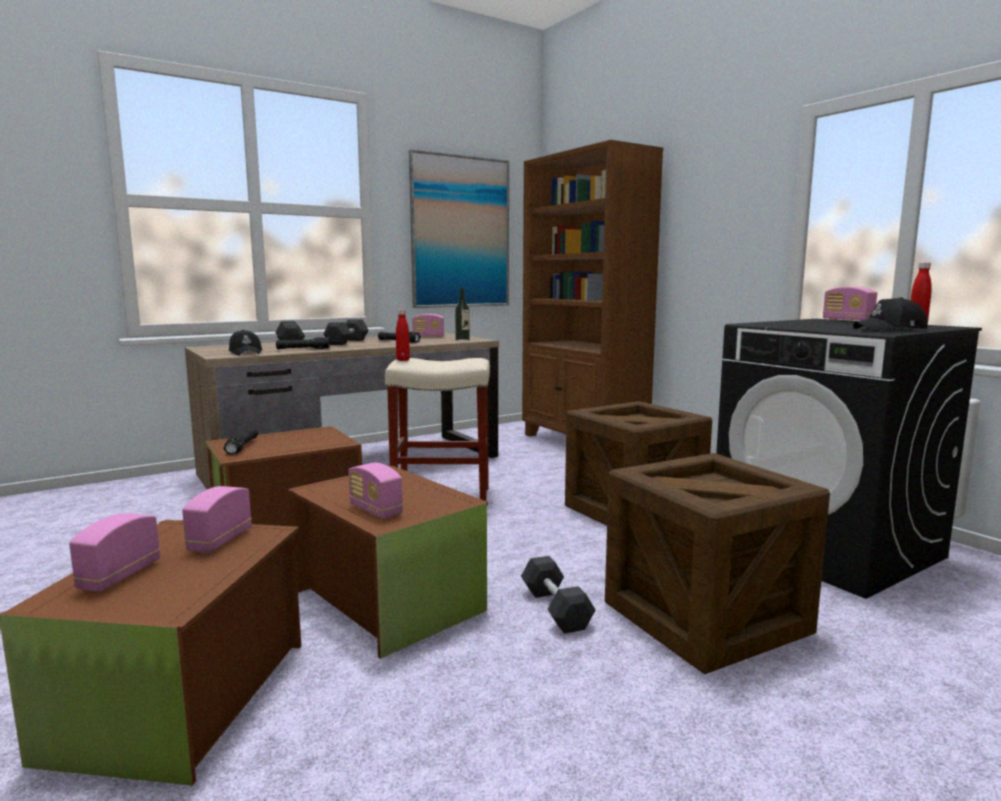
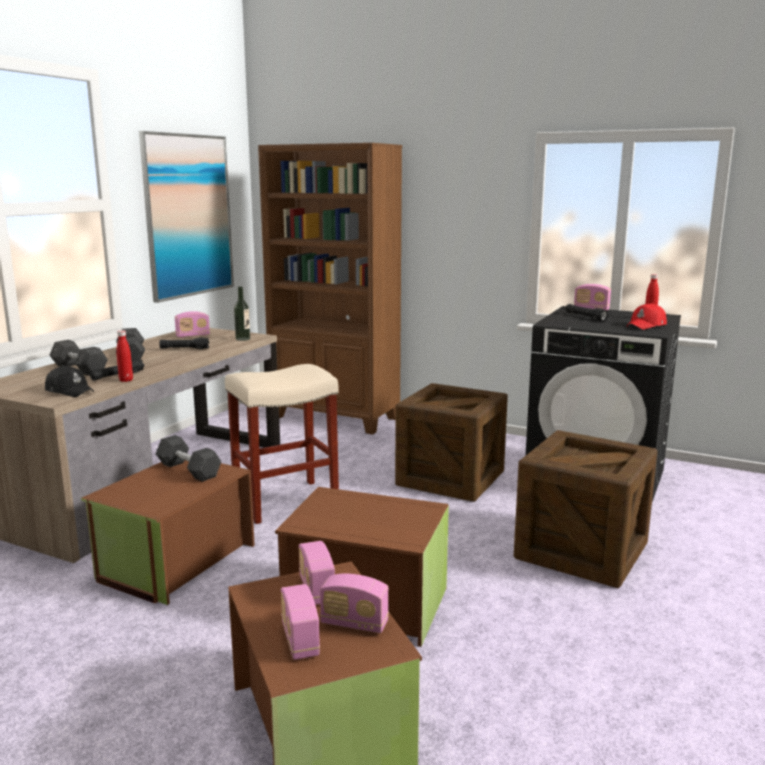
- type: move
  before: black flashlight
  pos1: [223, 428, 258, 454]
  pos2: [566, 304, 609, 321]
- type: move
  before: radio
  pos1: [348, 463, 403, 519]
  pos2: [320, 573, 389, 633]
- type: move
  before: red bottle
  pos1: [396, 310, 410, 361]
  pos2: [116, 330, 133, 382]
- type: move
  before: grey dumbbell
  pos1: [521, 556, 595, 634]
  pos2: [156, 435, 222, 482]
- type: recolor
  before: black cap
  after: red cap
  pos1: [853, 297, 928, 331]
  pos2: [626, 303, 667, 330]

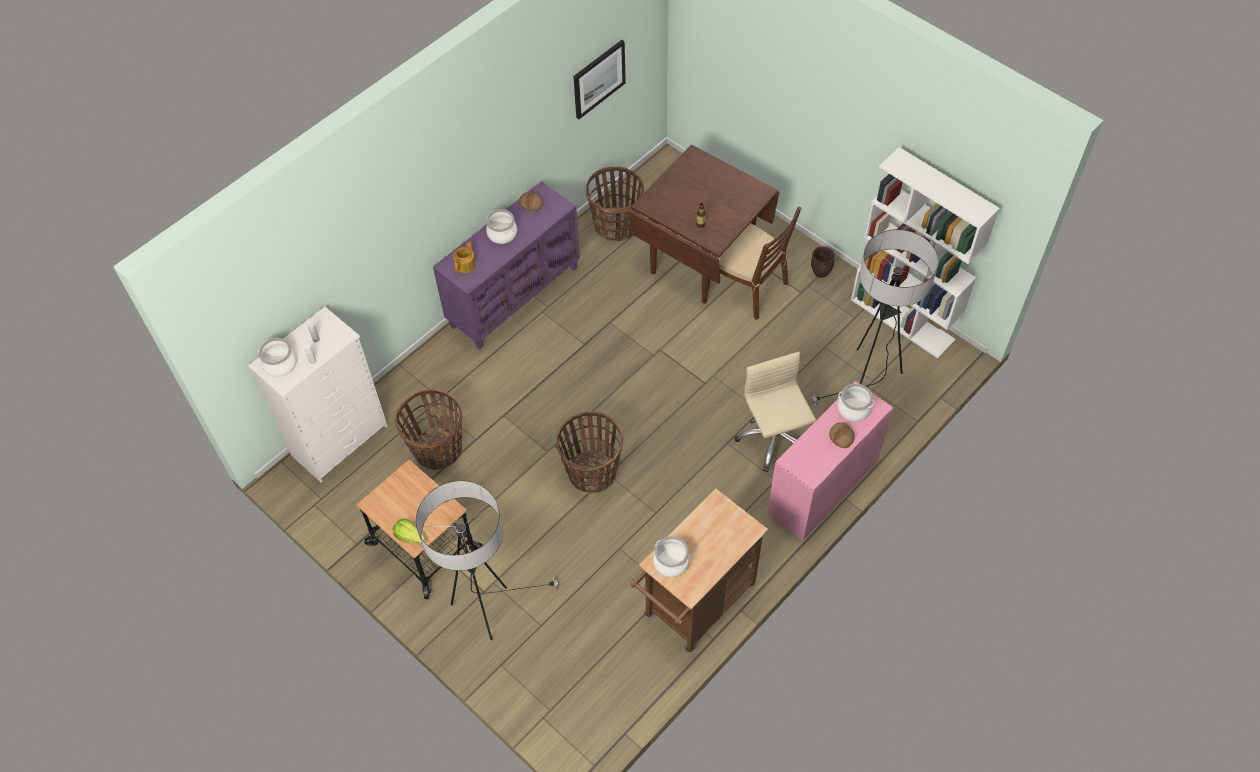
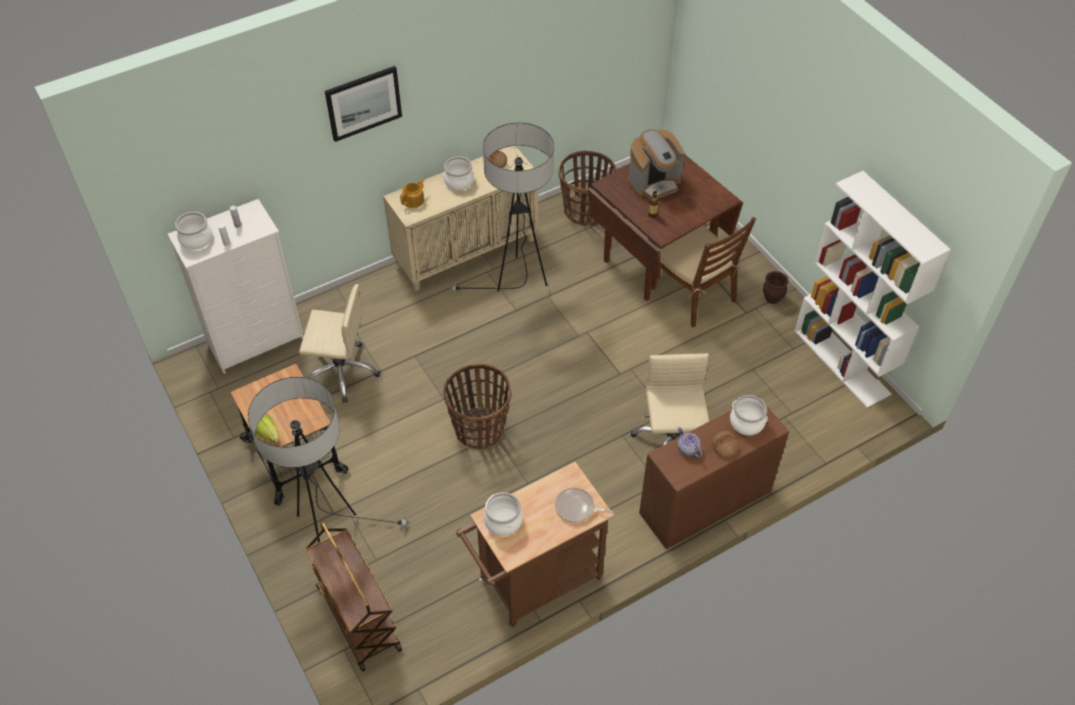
- type: insert
  after: brown cart
  pos2: [306, 521, 402, 671]
- type: insert
  after: frying pan
  pos2: [555, 488, 614, 522]
- type: insert
  after: coffee machine
  pos2: [628, 129, 685, 199]
- type: insert
  after: teapot
  pos2: [678, 427, 702, 458]
- type: move
  before: picture
  pos1: [574, 40, 626, 119]
  pos2: [325, 66, 402, 142]
- type: move
  before: floor lamp
  pos1: [808, 229, 938, 406]
  pos2: [449, 123, 554, 295]
- type: replace
  before: basket
  after: beige office chair
  pos1: [395, 389, 463, 470]
  pos2: [299, 284, 380, 403]
- type: recolor
  before: purple cabinet
  after: beige cabinet
  pos1: [433, 181, 580, 350]
  pos2: [383, 146, 538, 292]
- type: recolor
  before: pink desk
  after: brown desk
  pos1: [767, 381, 893, 541]
  pos2: [639, 396, 789, 549]

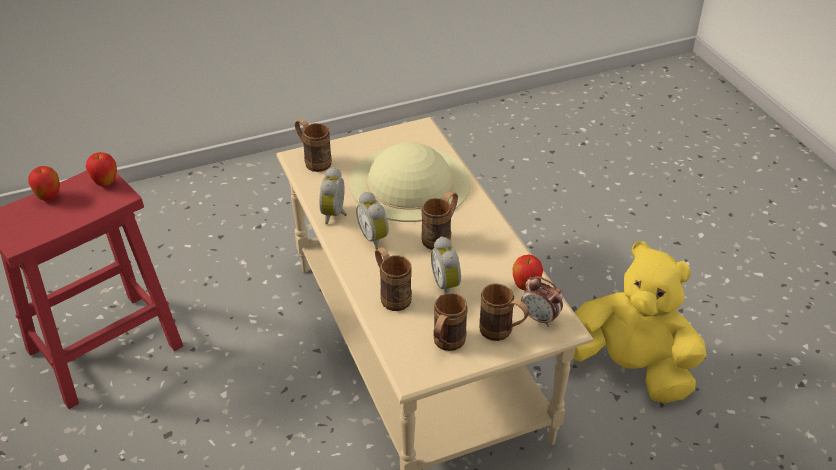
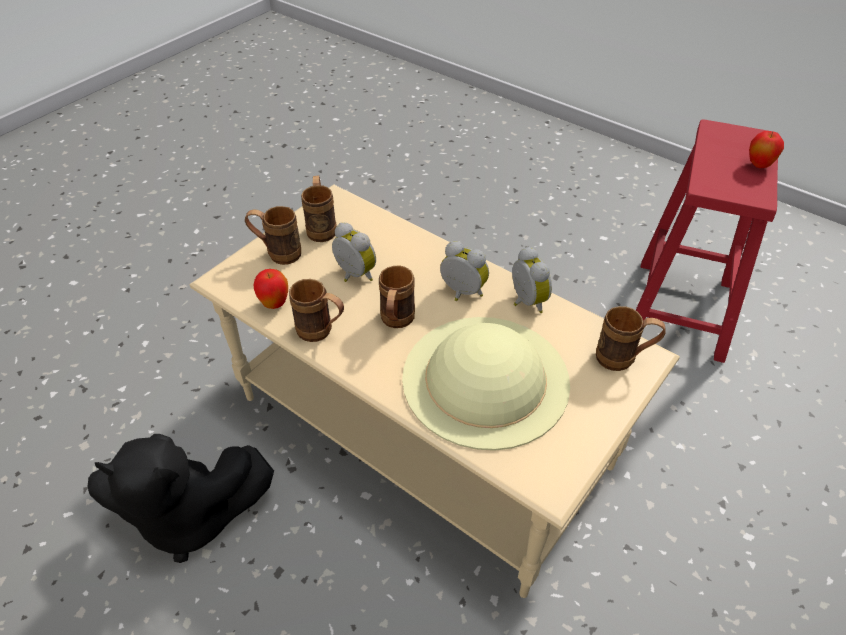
- type: delete
  before: apple
  pos1: [85, 152, 117, 187]
- type: delete
  before: alarm clock
  pos1: [521, 276, 563, 327]
- type: move
  before: brown mug
  pos1: [375, 247, 412, 311]
  pos2: [289, 279, 344, 342]
- type: recolor
  before: yellow plush toy
  after: black plush toy
  pos1: [573, 241, 706, 403]
  pos2: [88, 434, 274, 563]

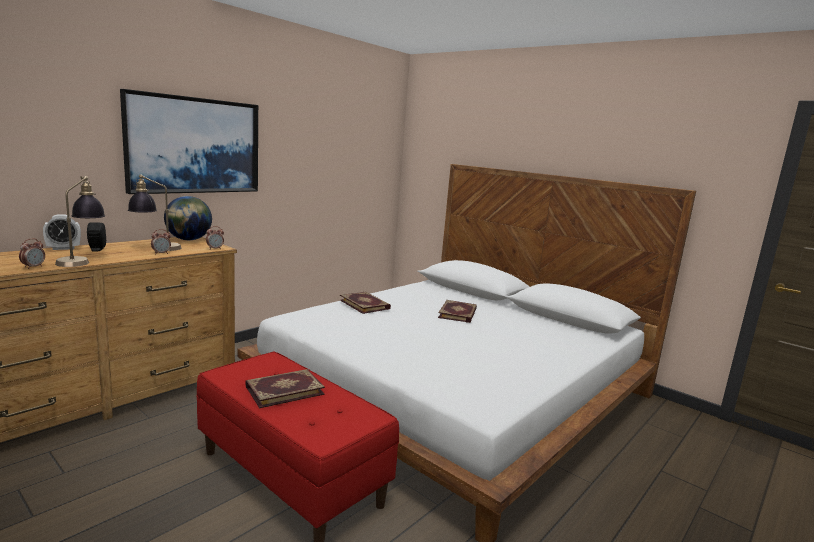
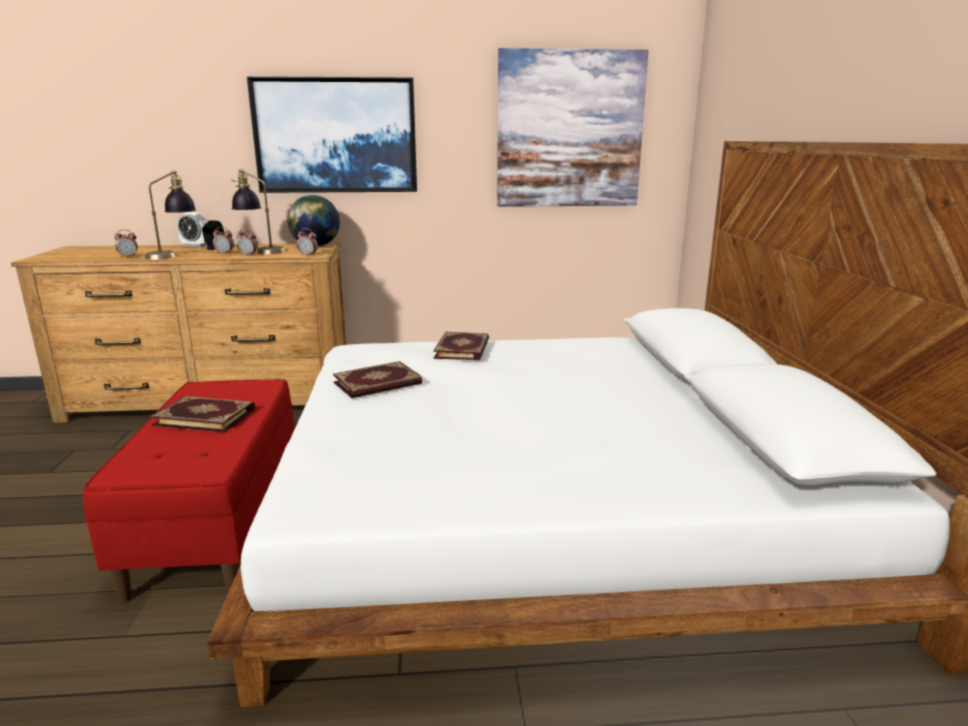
- type: insert
  after: alarm clock
  pos2: [213, 227, 234, 255]
- type: insert
  after: picture
  pos2: [497, 48, 649, 207]
- type: move
  before: book
  pos1: [438, 300, 477, 323]
  pos2: [333, 361, 422, 398]

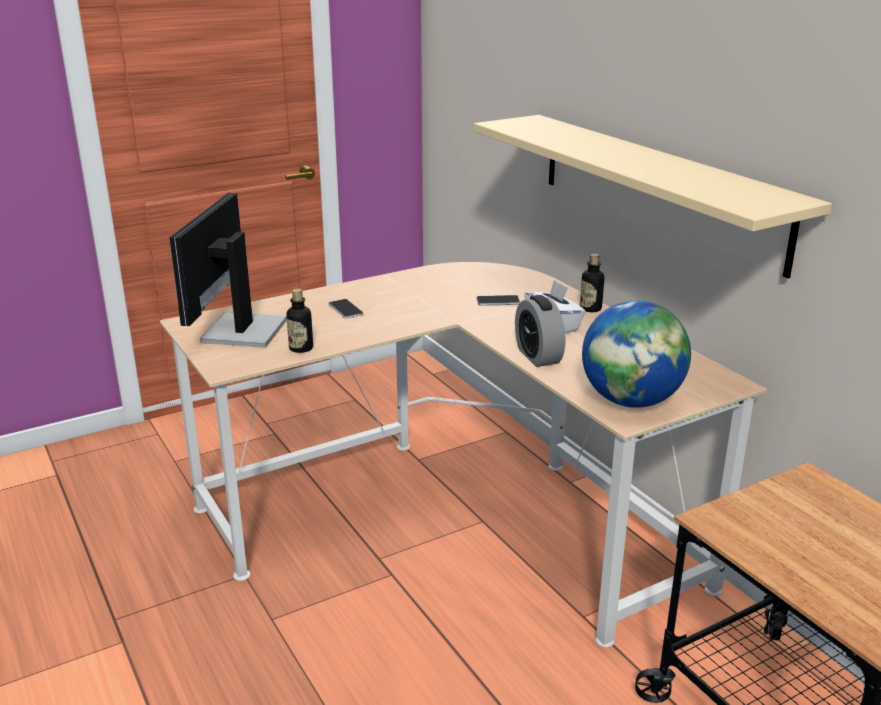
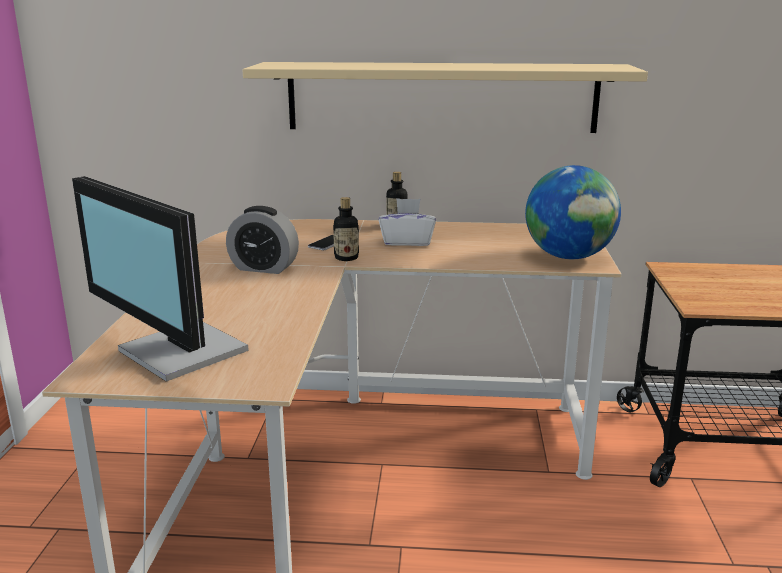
- type: delete
  before: phone
  pos1: [328, 299, 364, 319]
- type: move
  before: bottle
  pos1: [286, 289, 313, 353]
  pos2: [333, 197, 359, 261]
- type: move
  before: alarm clock
  pos1: [515, 295, 565, 367]
  pos2: [226, 206, 299, 274]

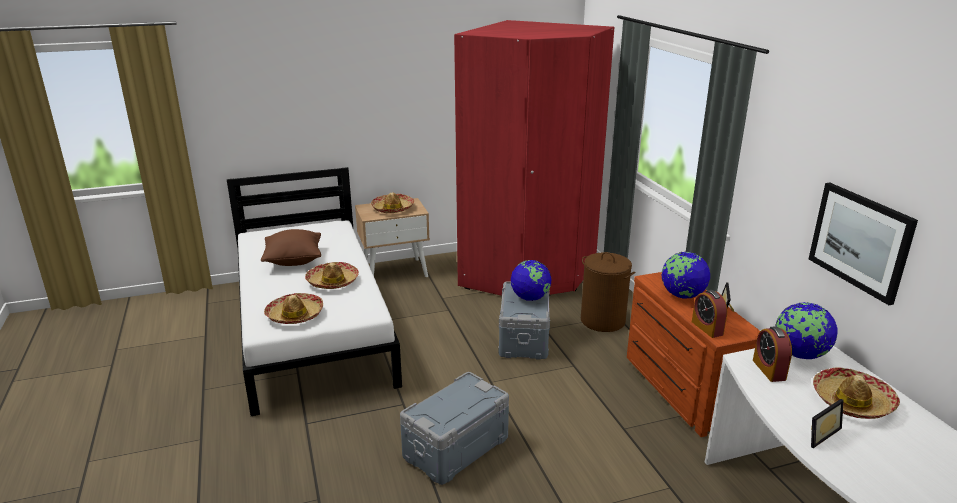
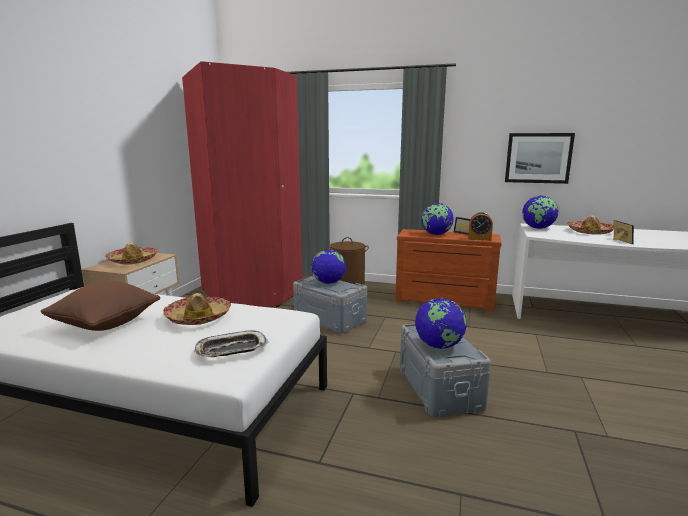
- type: delete
  before: alarm clock
  pos1: [753, 326, 792, 382]
- type: insert
  after: globe
  pos2: [415, 298, 467, 349]
- type: replace
  before: hat
  after: tray
  pos1: [264, 293, 323, 324]
  pos2: [194, 330, 269, 357]

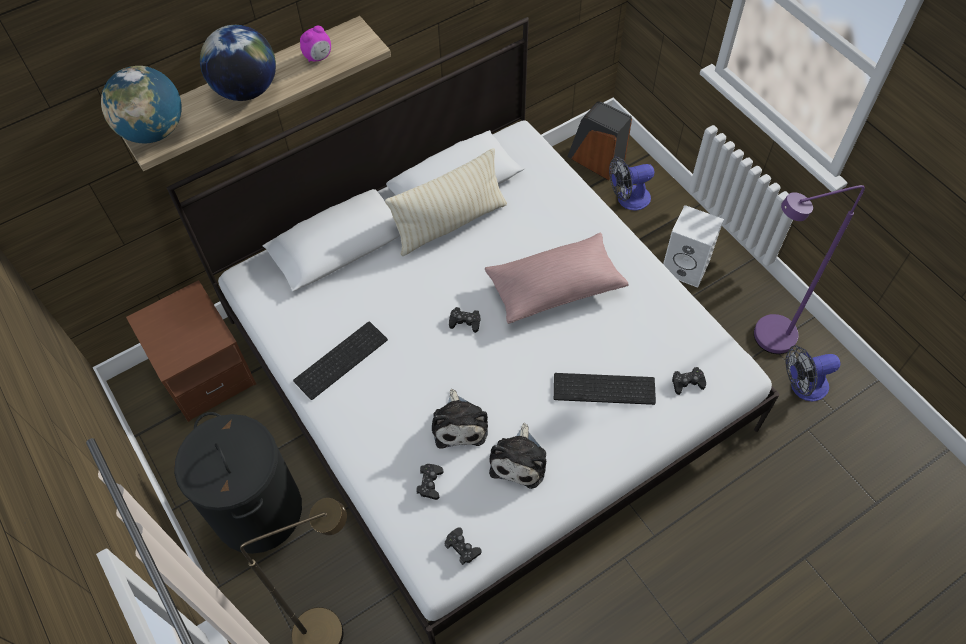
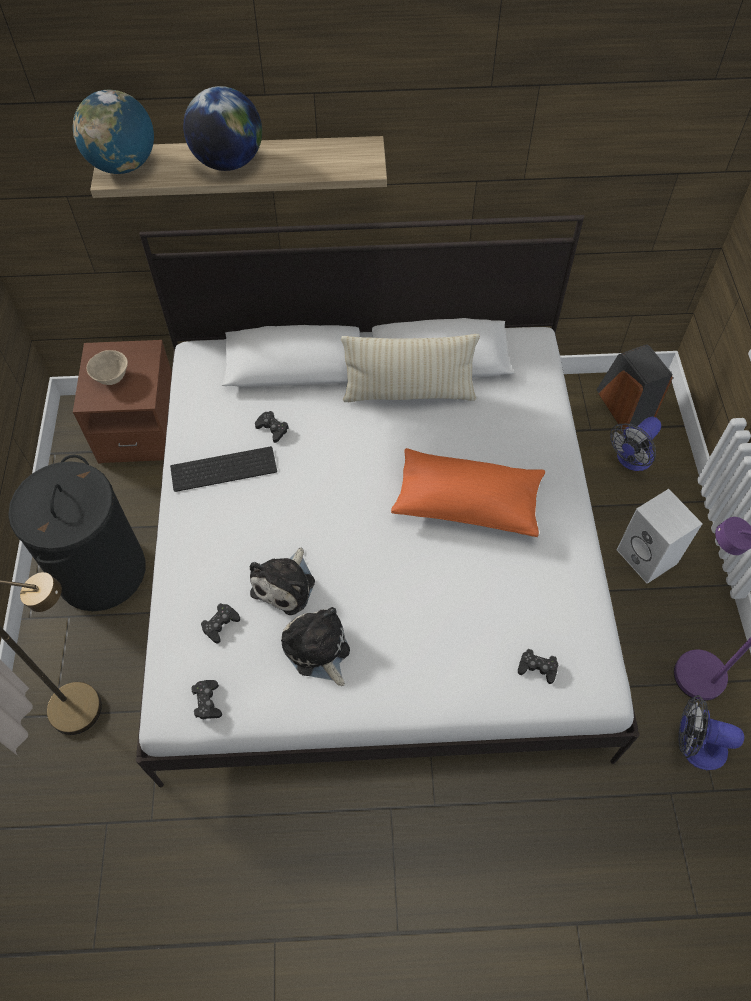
- type: delete
  before: alarm clock
  pos1: [300, 26, 331, 62]
- type: delete
  before: keyboard
  pos1: [554, 373, 656, 405]
- type: insert
  after: beige bowl
  pos2: [87, 350, 128, 385]
- type: move
  before: black game controller
  pos1: [449, 307, 481, 333]
  pos2: [255, 411, 289, 443]
- type: recolor
  before: pink pillow
  after: orange pillow
  pos1: [485, 233, 628, 324]
  pos2: [391, 448, 545, 537]
- type: rotate
  before: plush toy
  pos1: [489, 423, 546, 489]
  pos2: [281, 607, 350, 686]
  turn: 105
- type: rotate
  before: fan
  pos1: [609, 156, 655, 211]
  pos2: [610, 417, 661, 471]
  turn: -60

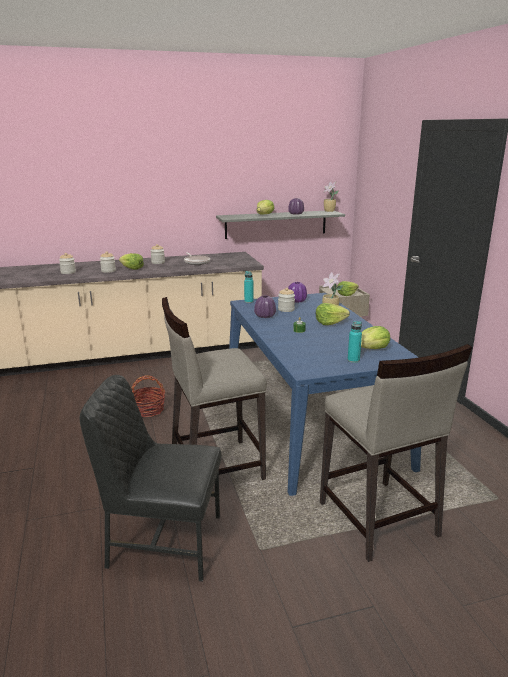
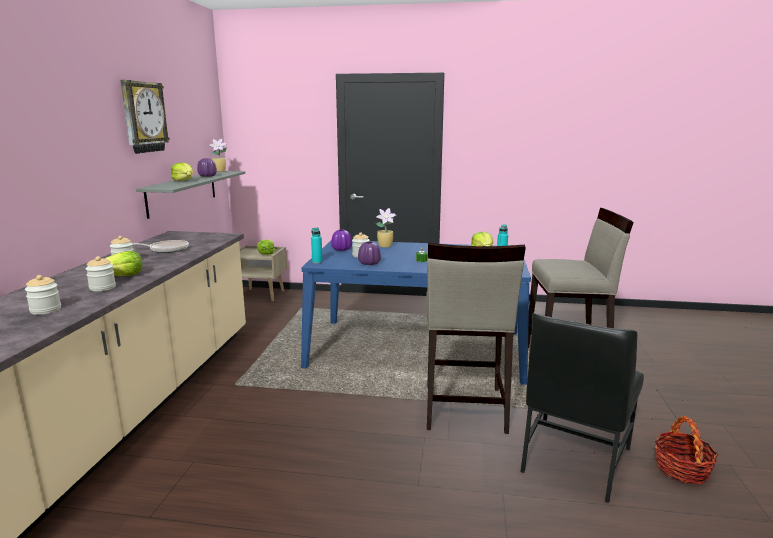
- type: delete
  before: lettuce
  pos1: [316, 303, 350, 325]
- type: insert
  after: wall clock
  pos2: [120, 80, 170, 154]
- type: move
  before: basket
  pos1: [131, 375, 166, 417]
  pos2: [655, 416, 718, 484]

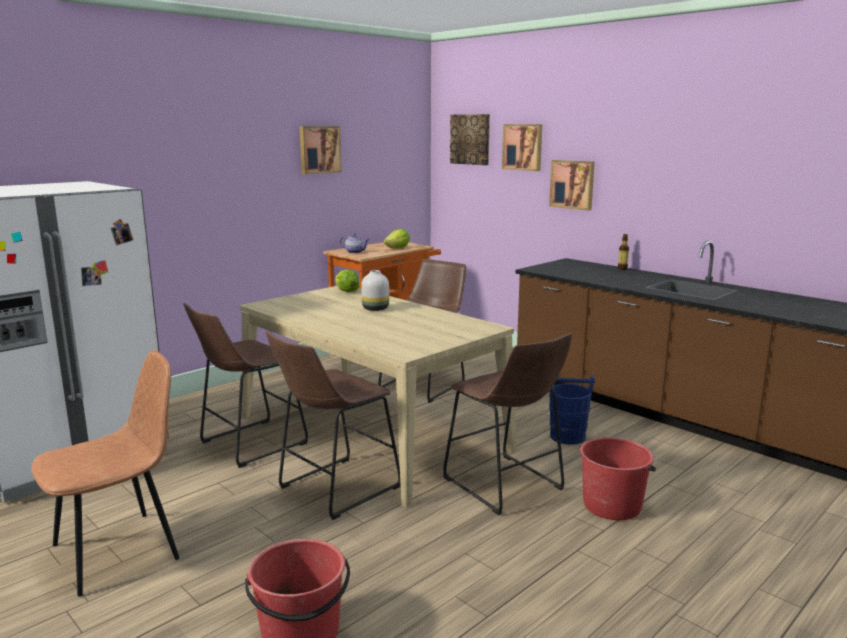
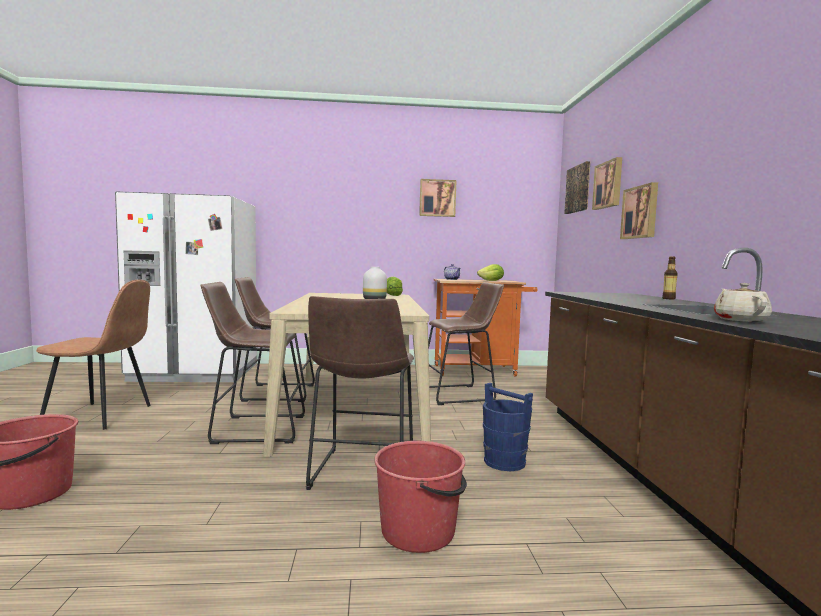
- type: insert
  after: beige teapot
  pos2: [714, 283, 772, 322]

